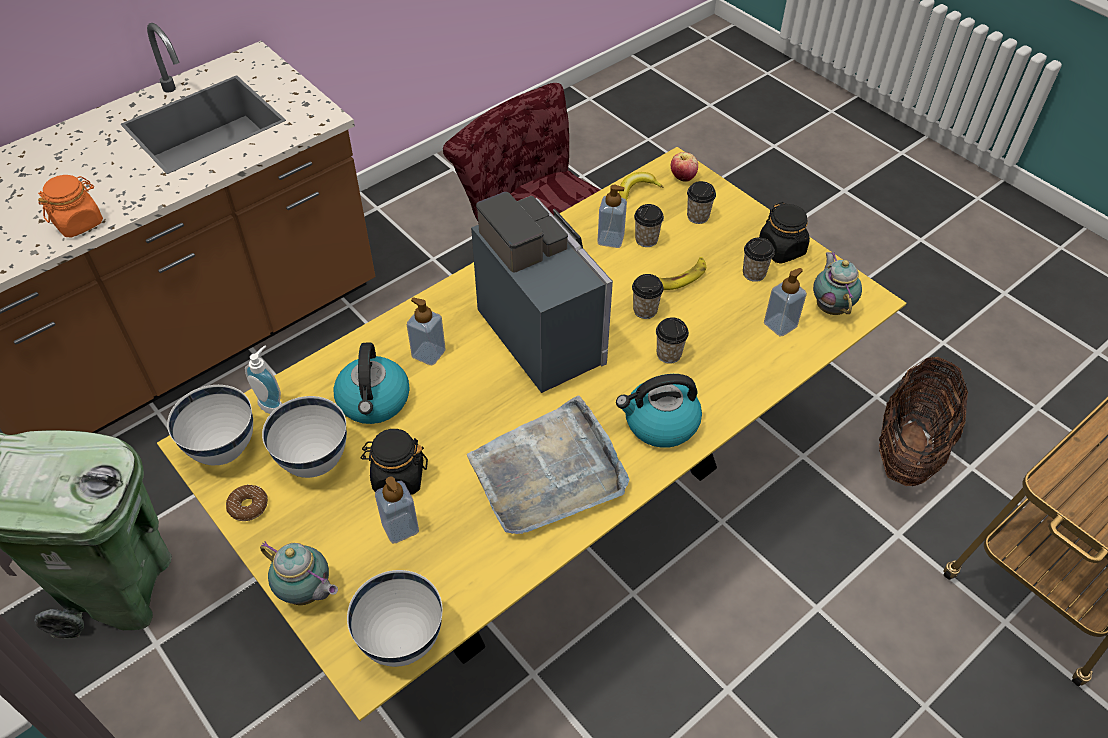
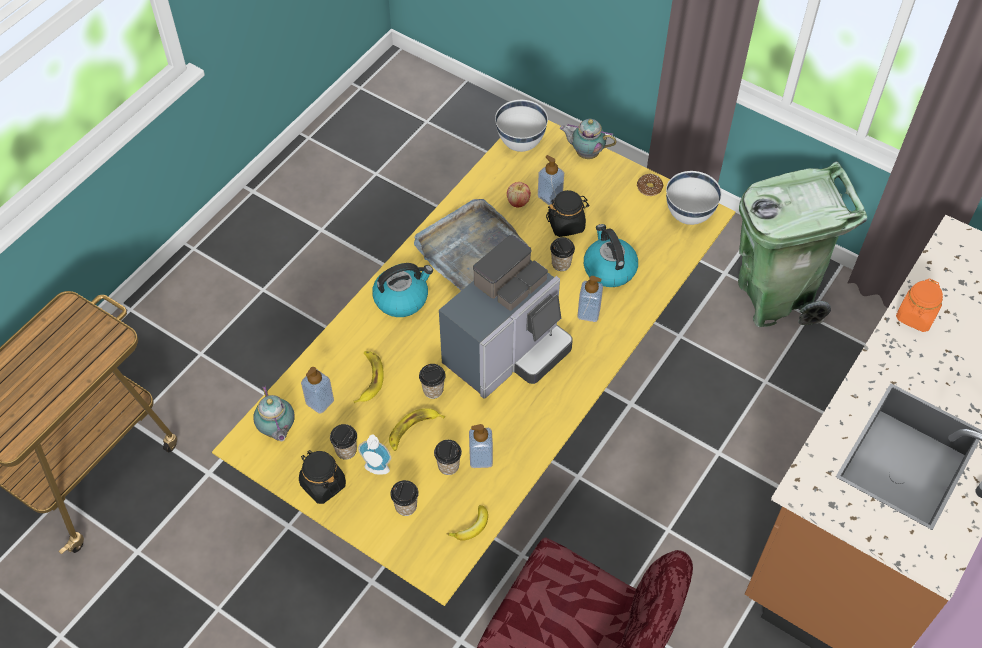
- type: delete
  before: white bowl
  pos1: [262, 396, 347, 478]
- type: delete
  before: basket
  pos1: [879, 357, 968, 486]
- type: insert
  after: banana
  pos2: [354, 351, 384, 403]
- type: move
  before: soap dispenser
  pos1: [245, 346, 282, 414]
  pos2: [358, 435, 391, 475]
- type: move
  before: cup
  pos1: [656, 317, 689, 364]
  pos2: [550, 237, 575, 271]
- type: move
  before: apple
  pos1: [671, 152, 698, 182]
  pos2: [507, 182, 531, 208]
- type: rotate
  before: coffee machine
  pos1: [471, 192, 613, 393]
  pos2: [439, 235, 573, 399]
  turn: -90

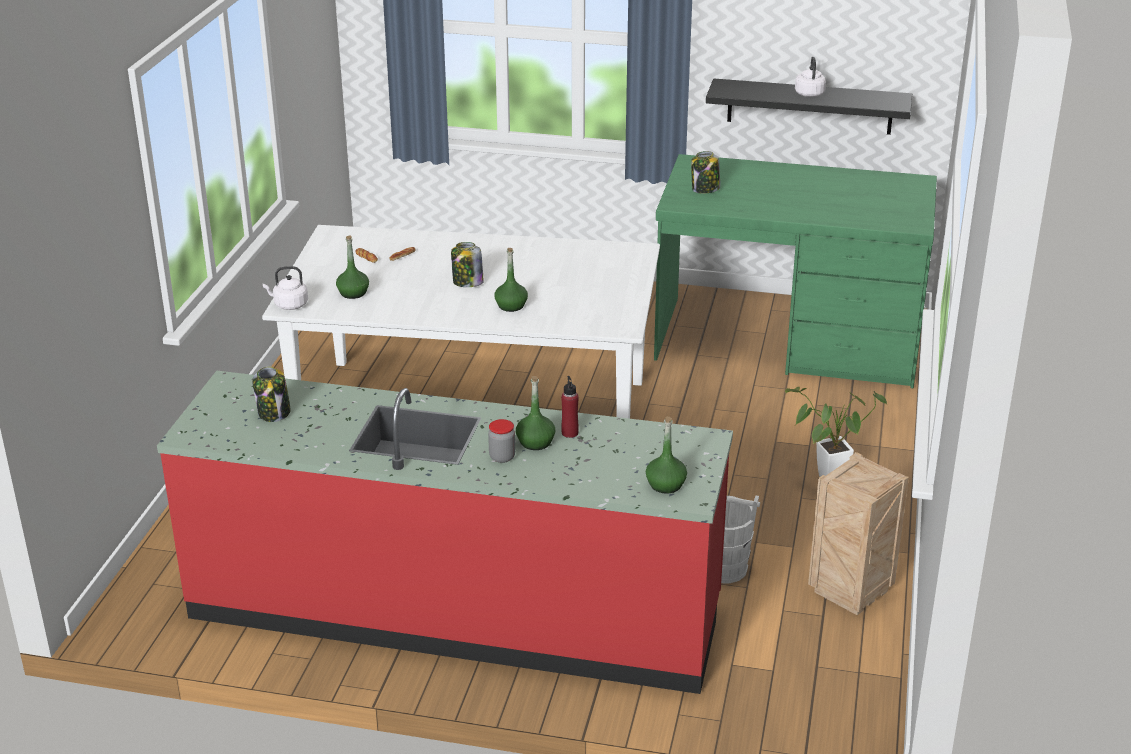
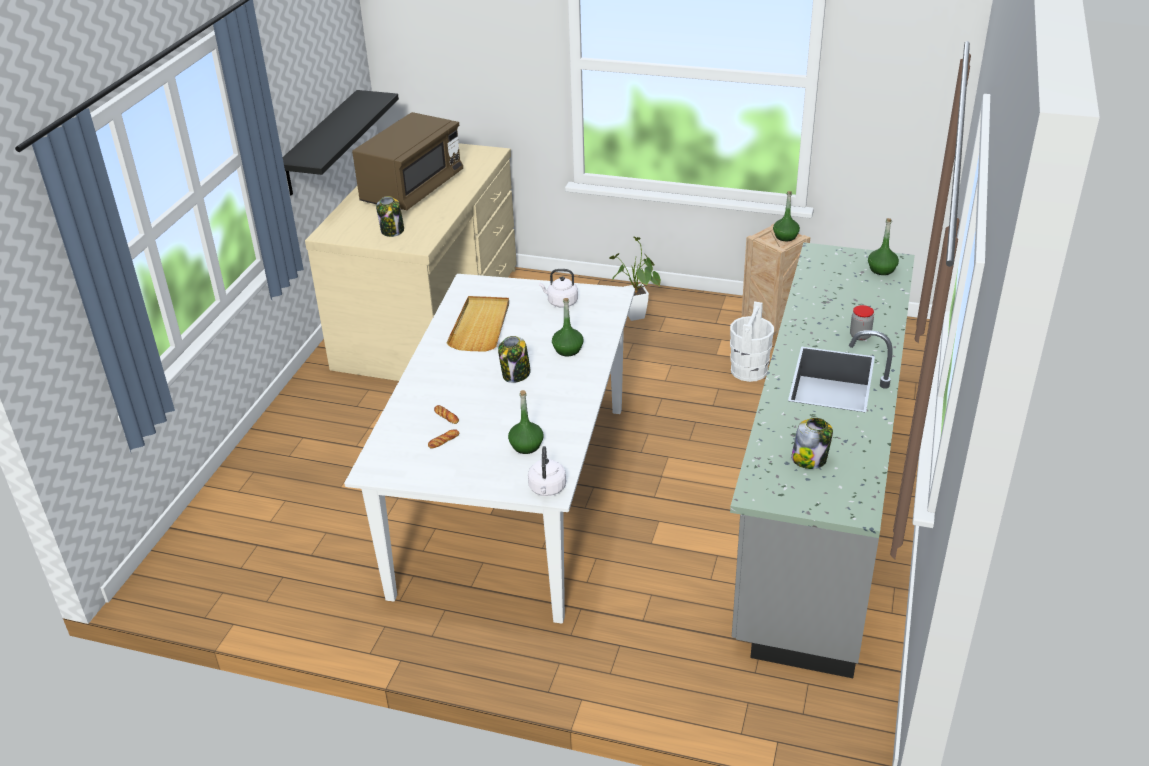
- type: delete
  before: red bottle
  pos1: [561, 376, 579, 438]
- type: insert
  after: brown microwave
  pos2: [352, 112, 463, 210]
- type: insert
  after: beige tray
  pos2: [446, 296, 509, 351]
- type: move
  before: green bottle
  pos1: [516, 376, 555, 450]
  pos2: [773, 191, 800, 241]
- type: move
  before: white kettle
  pos1: [795, 57, 826, 97]
  pos2: [539, 269, 578, 308]
- type: recolor
  before: red counter
  after: grey counter
  pos1: [157, 371, 733, 694]
  pos2: [730, 242, 915, 678]
- type: recolor
  before: green desk
  after: beige desk
  pos1: [654, 154, 937, 388]
  pos2: [305, 143, 517, 381]

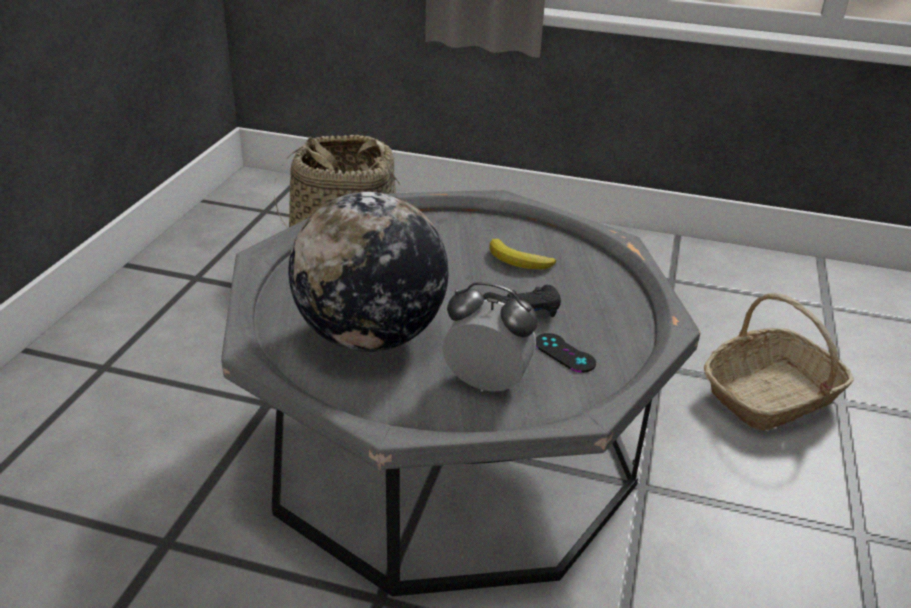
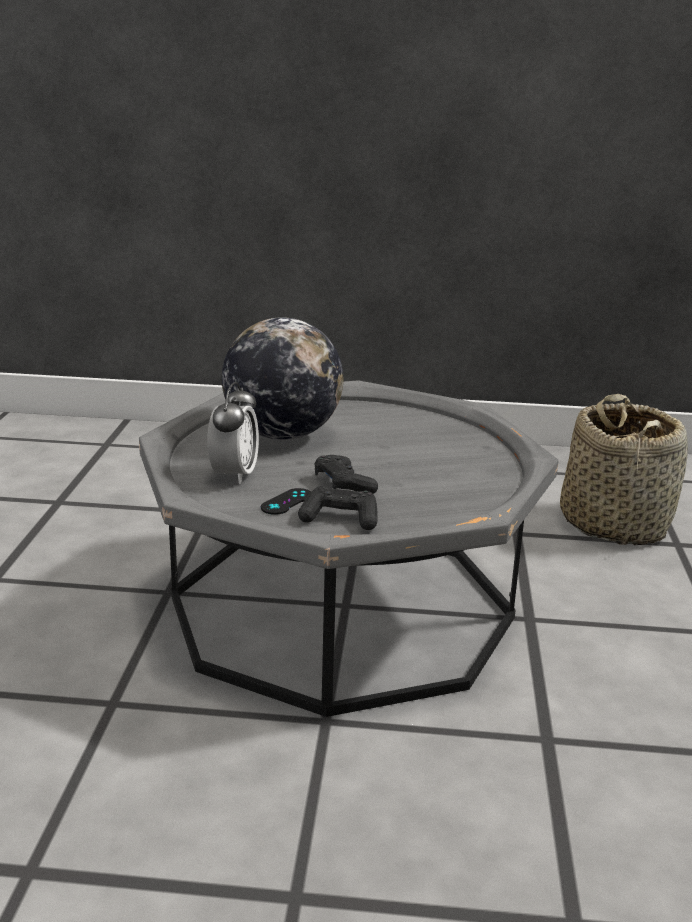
- type: delete
  before: banana
  pos1: [489, 239, 556, 269]
- type: delete
  before: basket
  pos1: [704, 293, 854, 431]
- type: insert
  after: black game controller
  pos2: [298, 486, 377, 530]

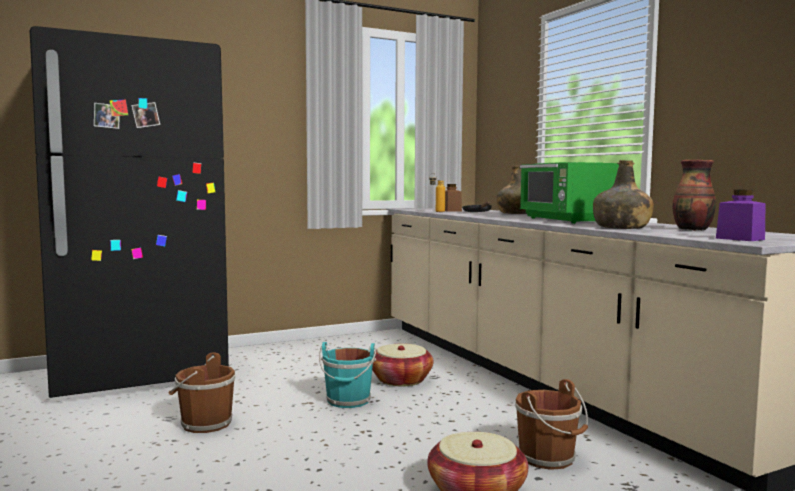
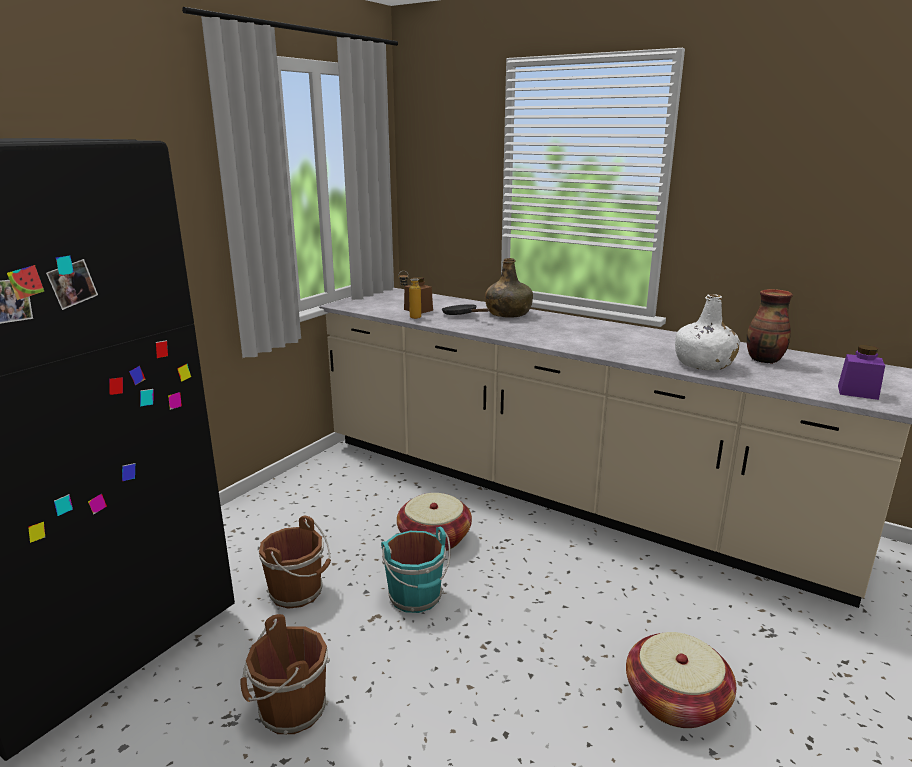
- type: delete
  before: green microwave
  pos1: [520, 162, 619, 224]
- type: move
  before: brown bucket
  pos1: [515, 379, 588, 470]
  pos2: [259, 516, 331, 609]
- type: recolor
  before: green bottle
  after: white bottle
  pos1: [593, 160, 654, 229]
  pos2: [675, 294, 740, 370]

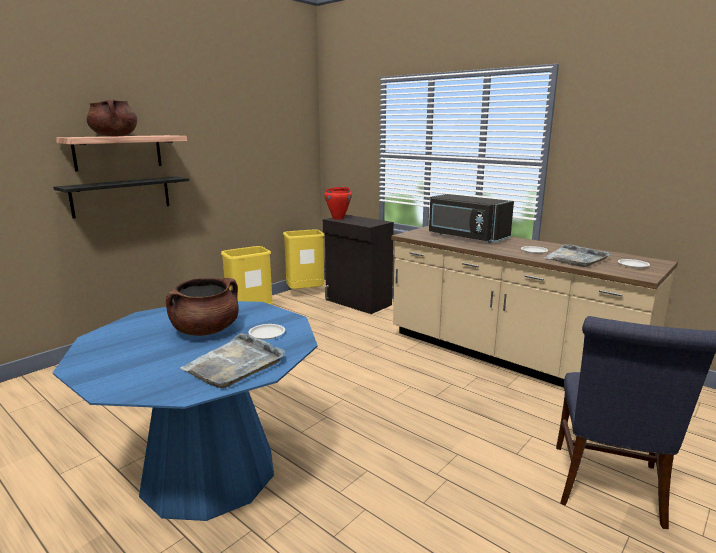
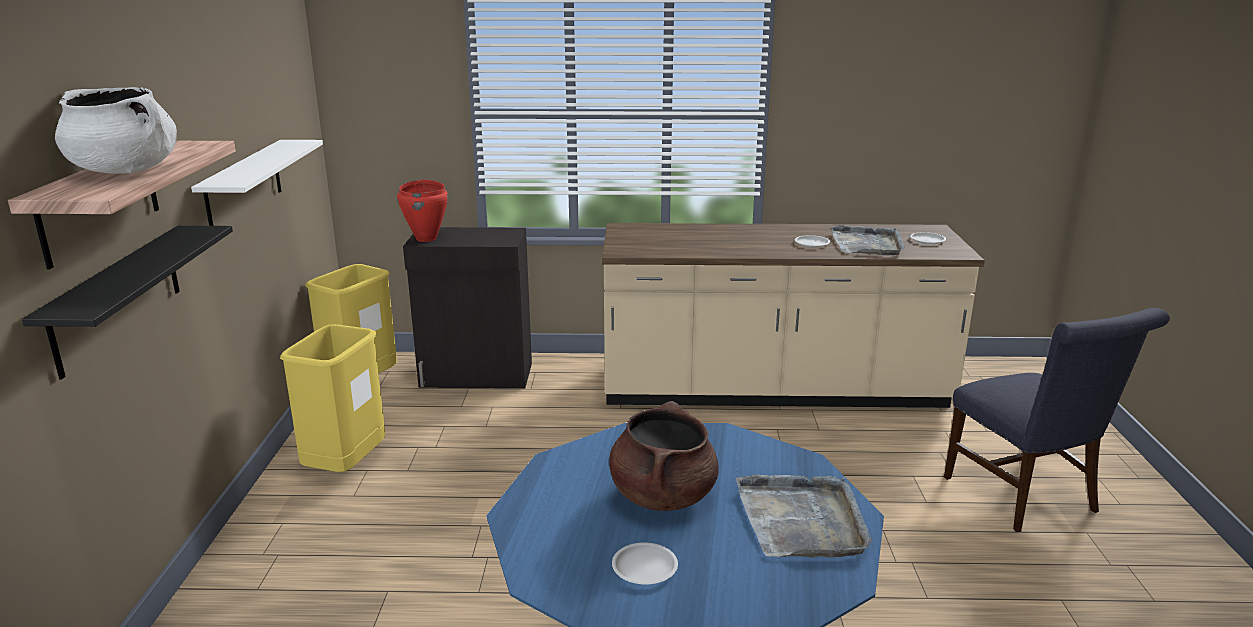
- type: delete
  before: black microwave
  pos1: [429, 194, 514, 243]
- type: insert
  after: white shelf
  pos2: [191, 140, 323, 226]
- type: move
  before: white plate
  pos1: [248, 324, 285, 339]
  pos2: [612, 542, 678, 585]
- type: recolor
  before: brown cooking pot
  after: white cooking pot
  pos1: [87, 99, 137, 137]
  pos2: [55, 87, 177, 174]

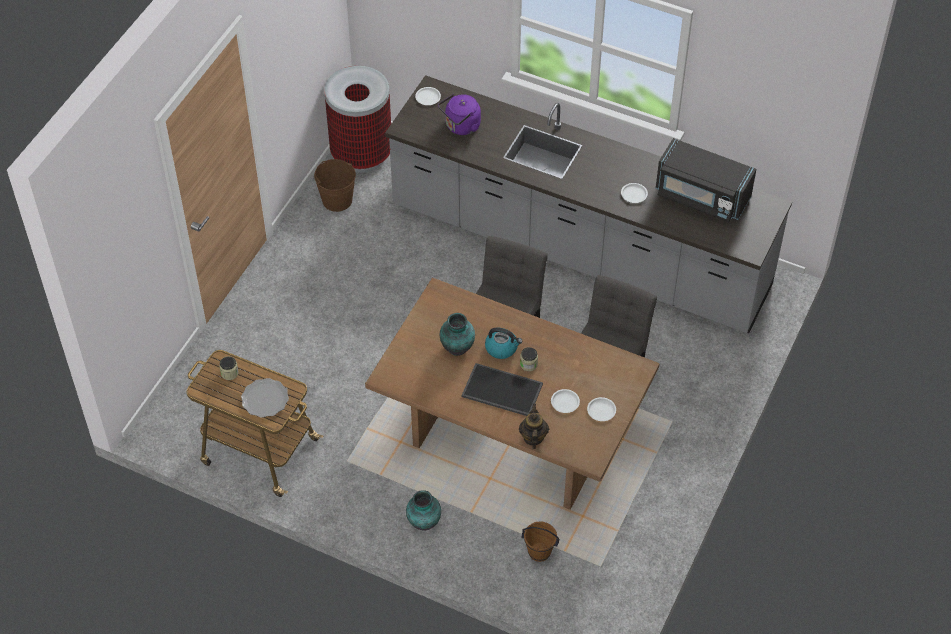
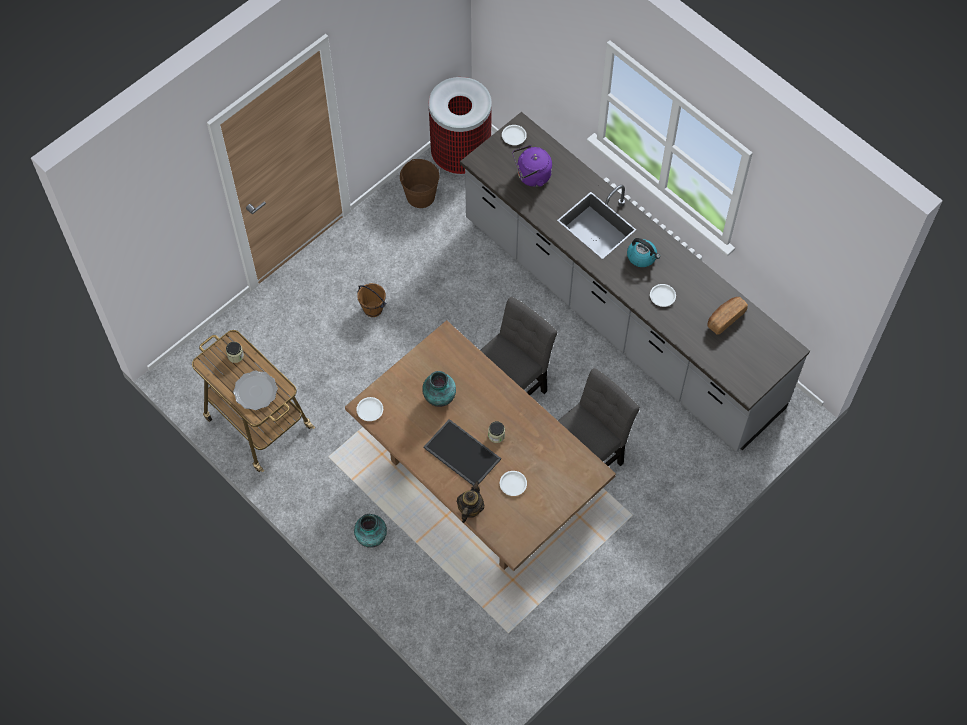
- type: move
  before: kettle
  pos1: [485, 328, 523, 359]
  pos2: [627, 238, 660, 267]
- type: move
  before: brown bucket
  pos1: [521, 521, 559, 562]
  pos2: [357, 283, 386, 317]
- type: move
  before: white plate
  pos1: [587, 397, 616, 421]
  pos2: [356, 397, 383, 421]
- type: replace
  before: black microwave
  after: bread
  pos1: [656, 138, 756, 222]
  pos2: [707, 297, 748, 335]

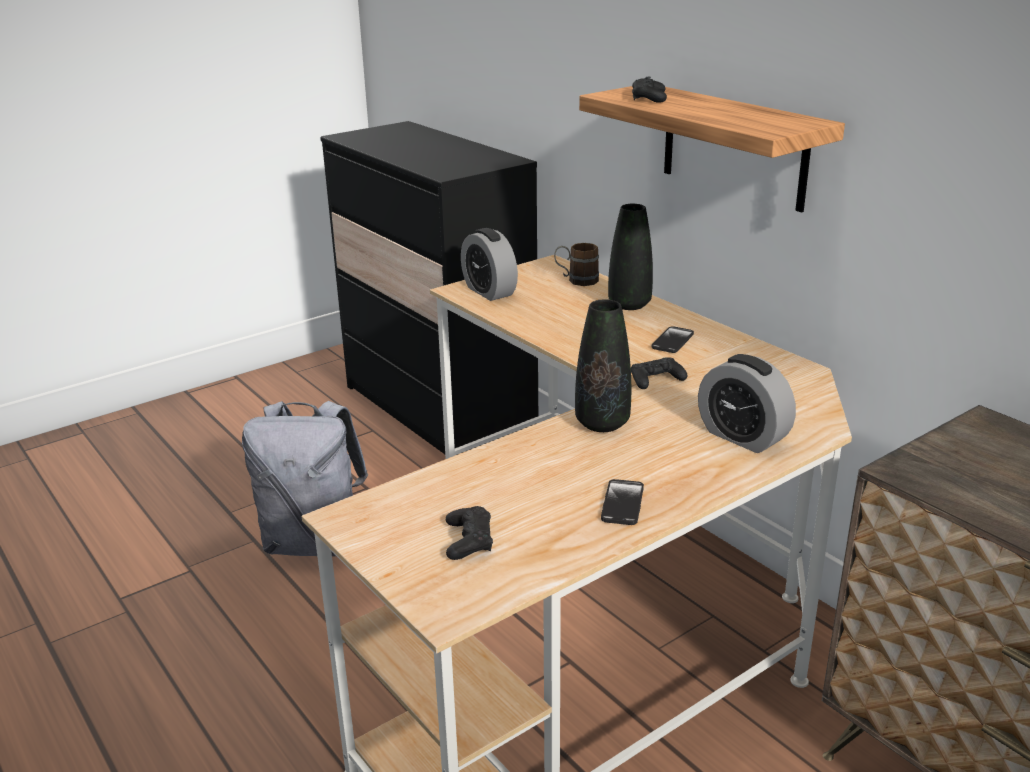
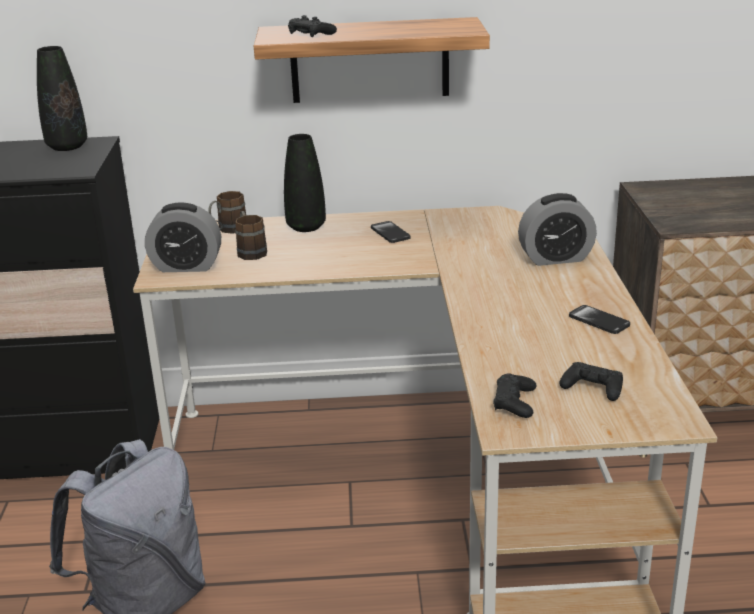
- type: insert
  after: brown mug
  pos2: [235, 211, 267, 260]
- type: move
  before: black vase
  pos1: [575, 299, 631, 432]
  pos2: [37, 46, 87, 151]
- type: move
  before: black game controller
  pos1: [631, 357, 687, 389]
  pos2: [493, 373, 537, 418]

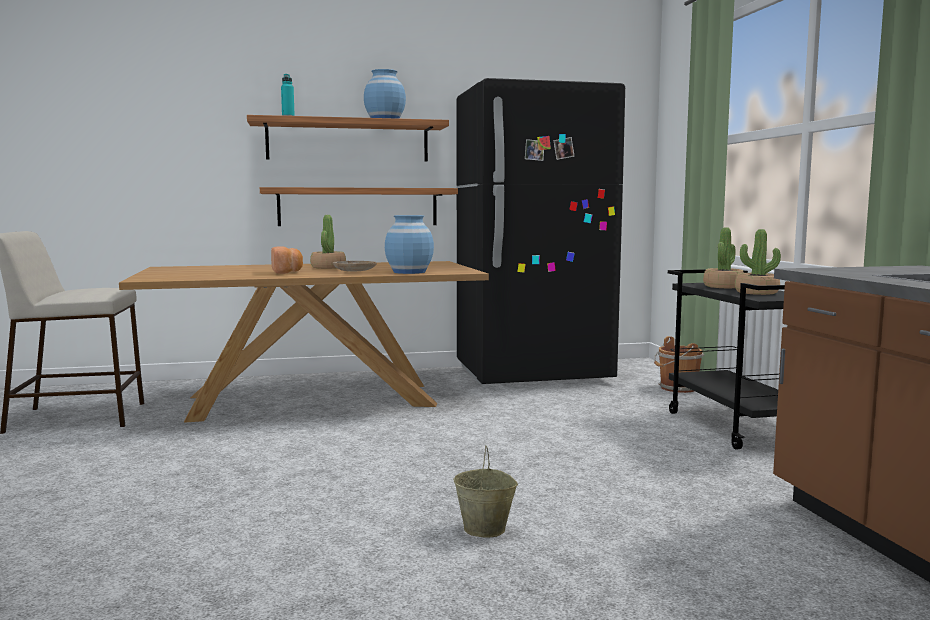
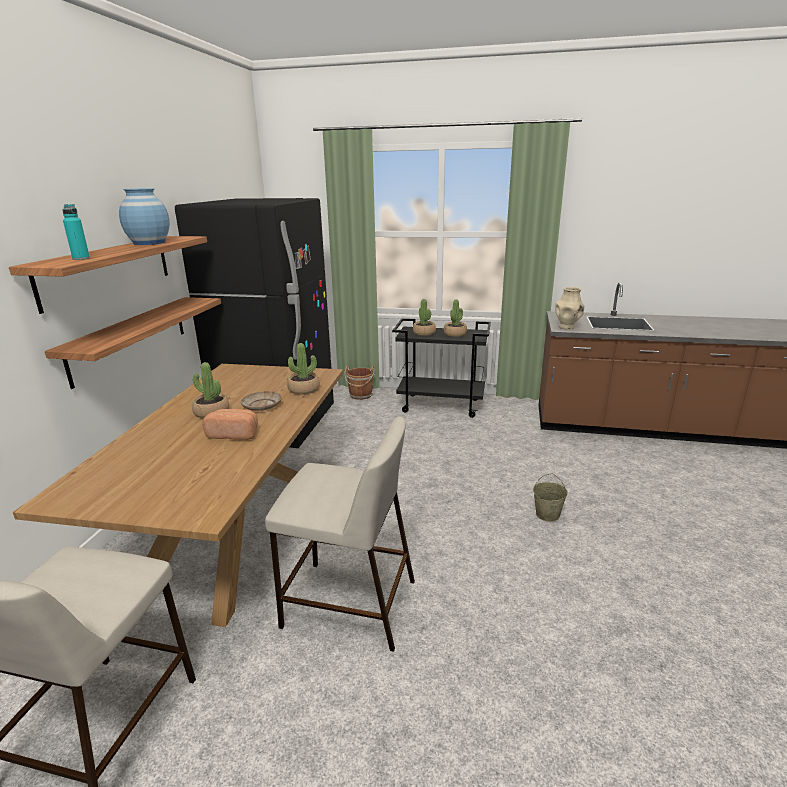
- type: insert
  after: beige stool
  pos2: [265, 416, 415, 652]
- type: insert
  after: beige vase
  pos2: [555, 287, 584, 330]
- type: replace
  before: blue vase
  after: potted plant
  pos1: [385, 215, 434, 274]
  pos2: [287, 343, 320, 395]

